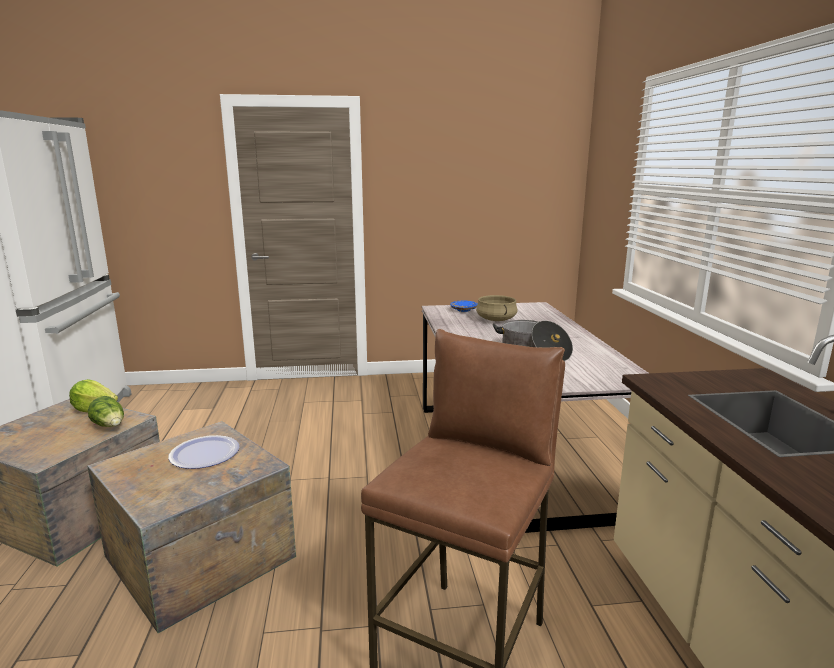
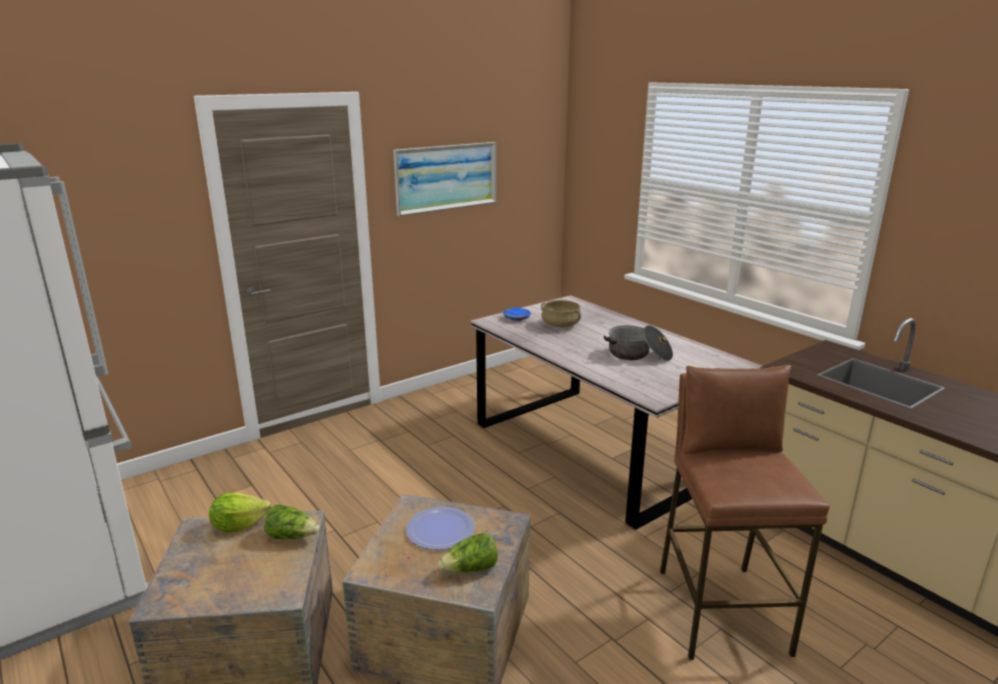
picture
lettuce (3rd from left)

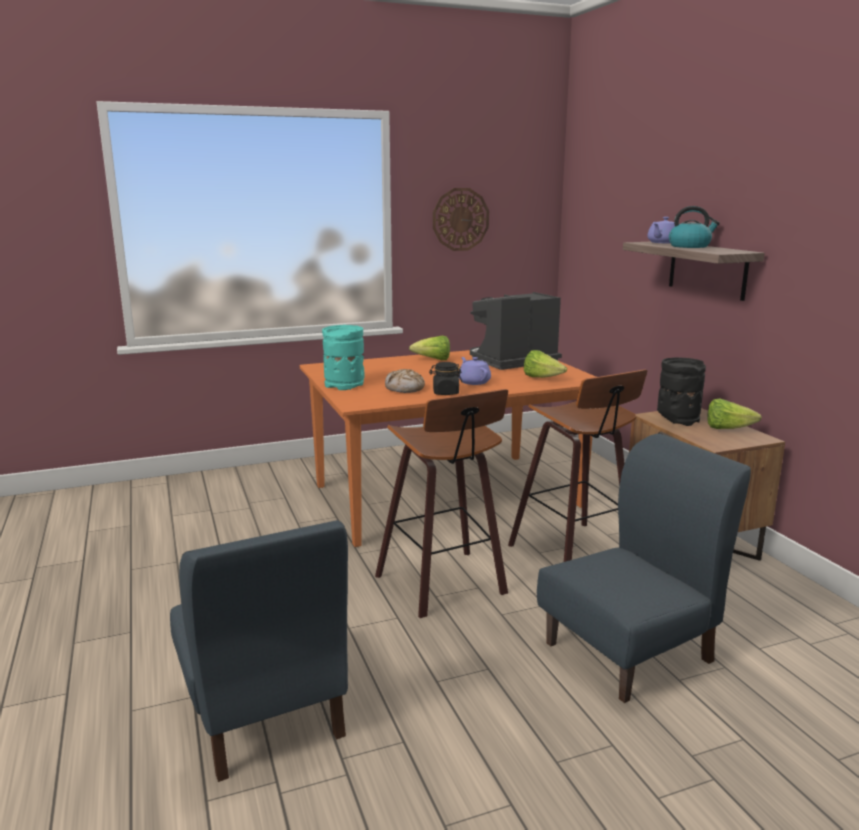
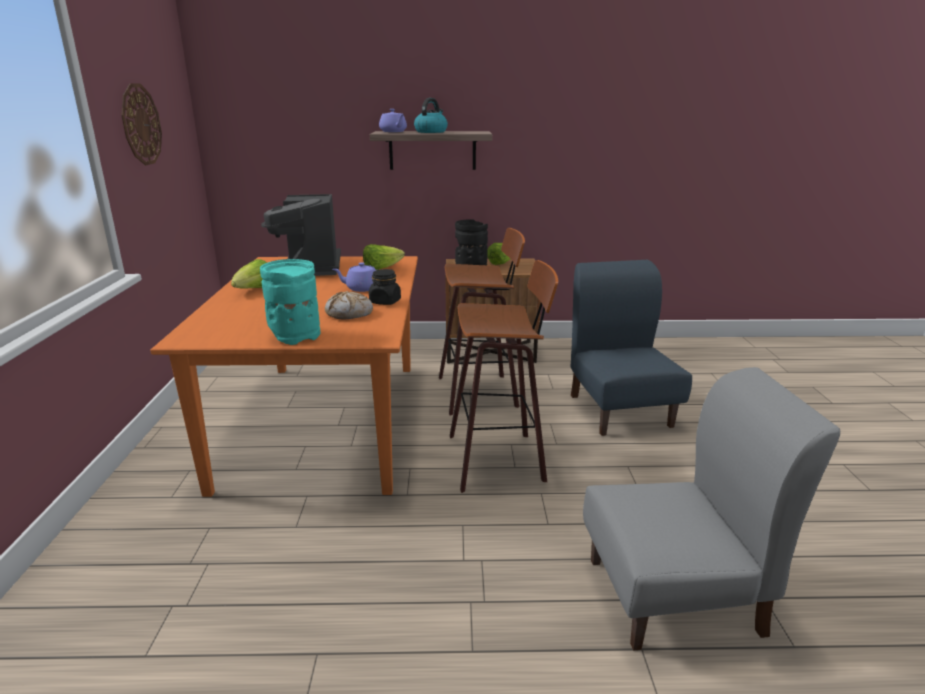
upright chair/grey

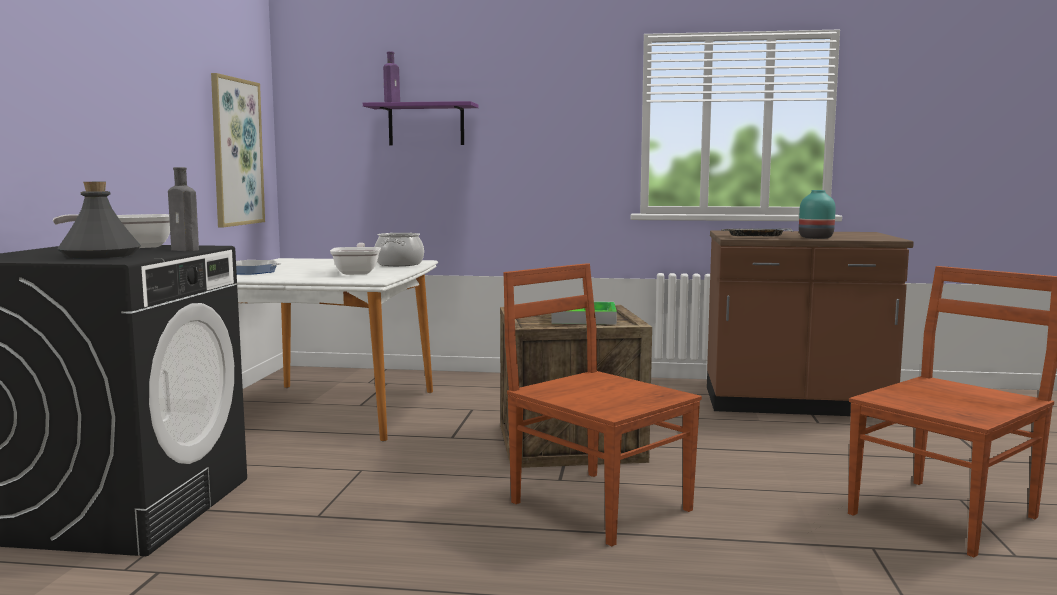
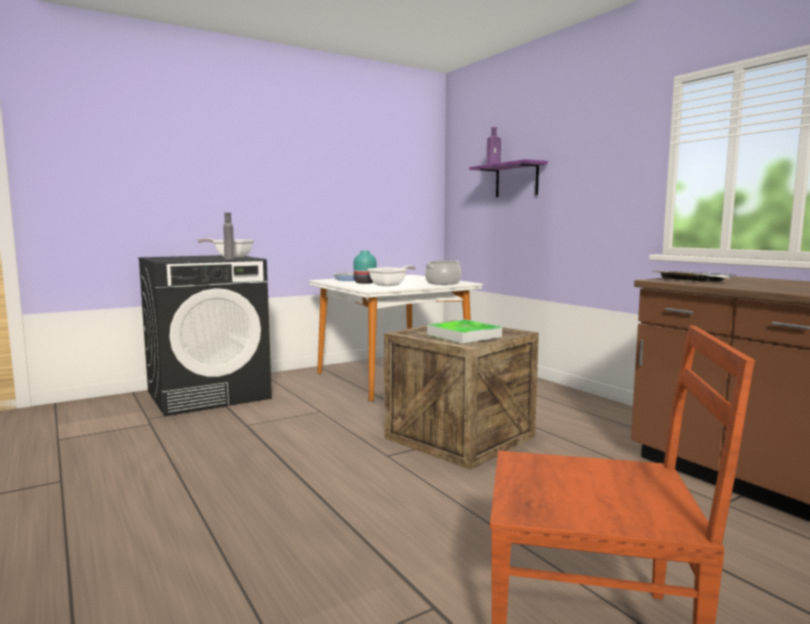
drink bottle/grey (1st from left in the first image)
picture
upright chair/brownish (1st from left in the first image)
decorative vase/blue-green

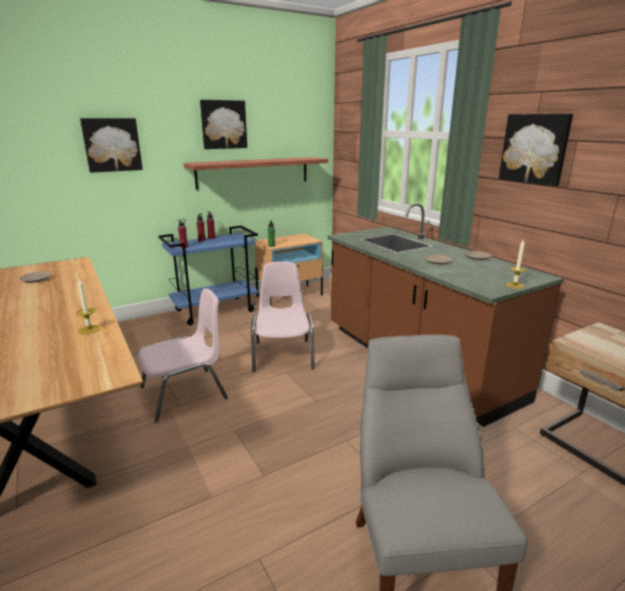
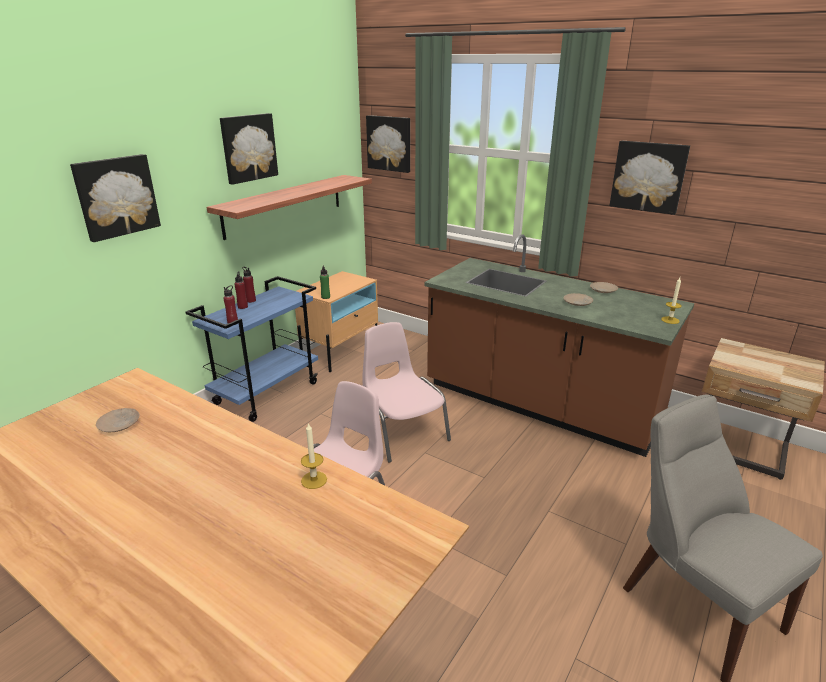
picture (3rd from left)

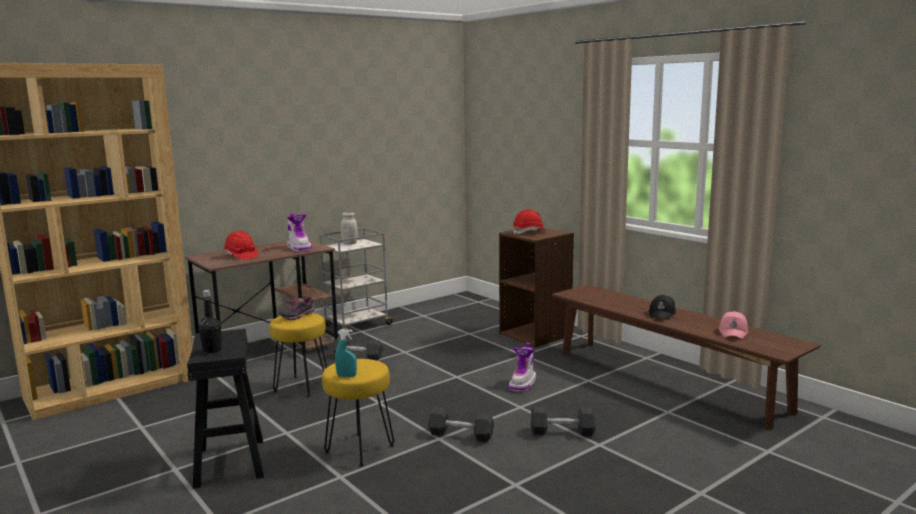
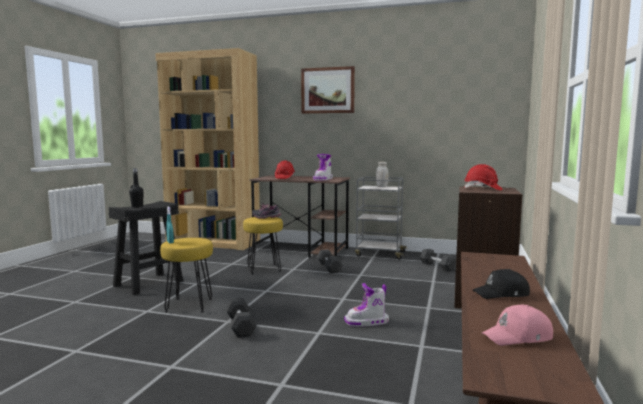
picture
hand weight/grey (3rd from left)

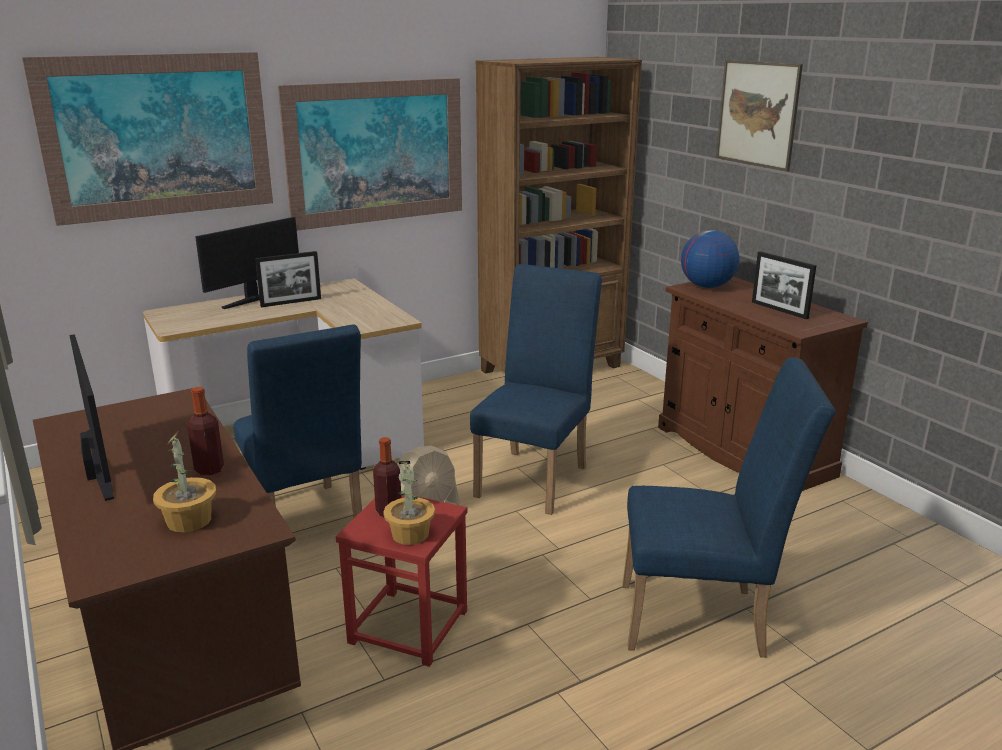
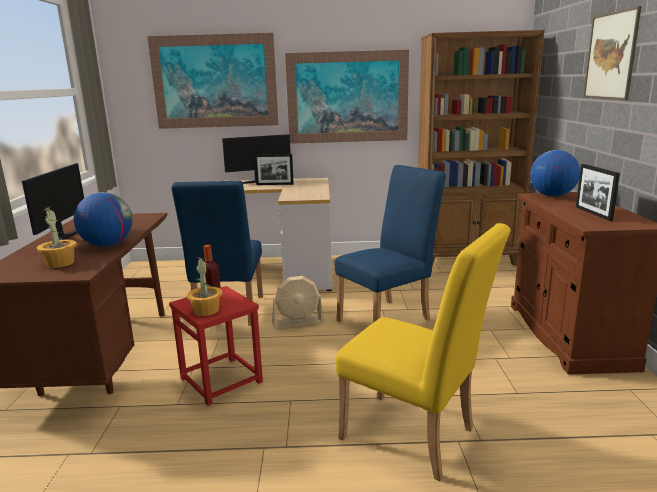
globe (1st from left)
upright chair/yellow

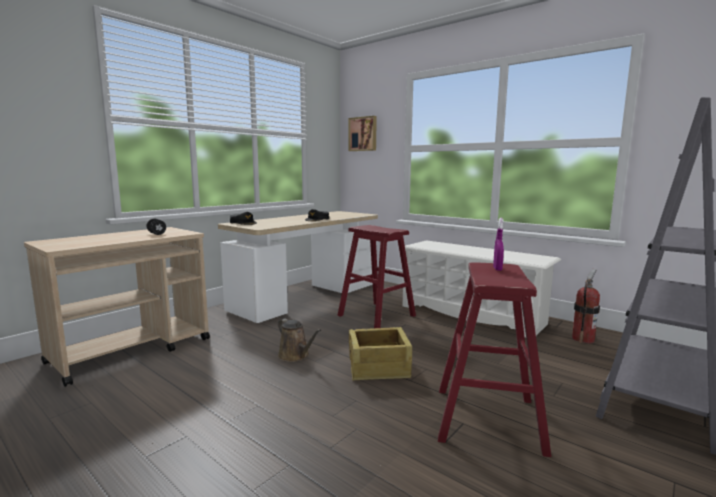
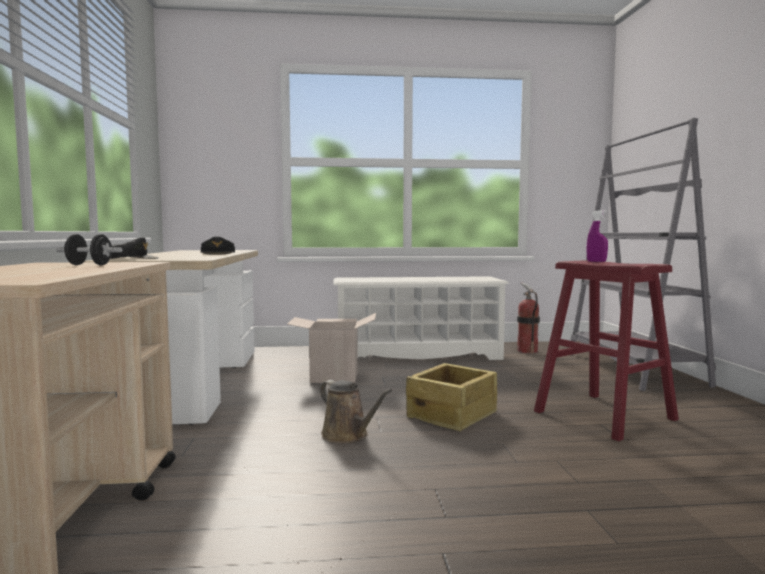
picture
cardboard box
watering pot/brownish

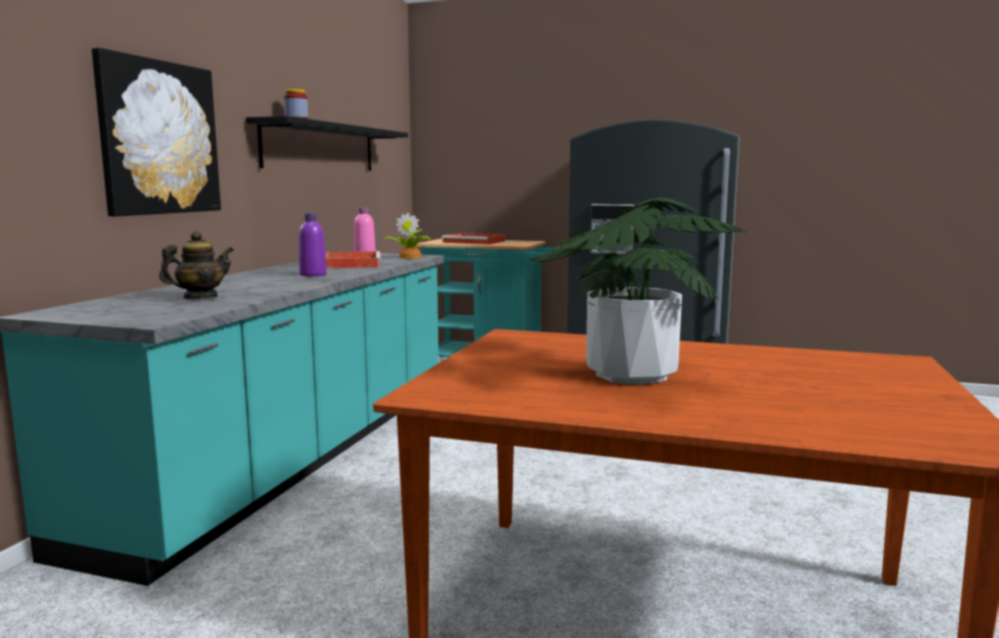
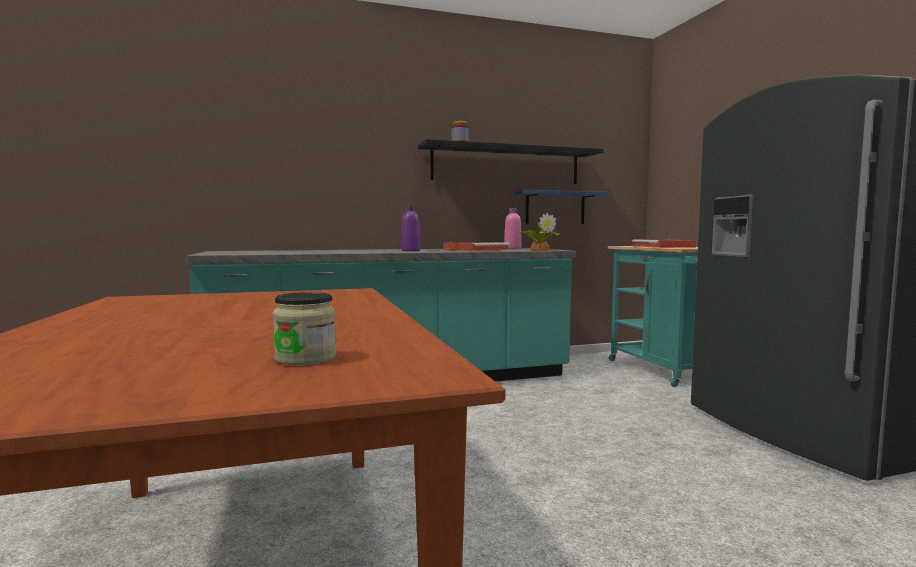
picture
teapot
potted plant (2nd from left in the first image)
storage jar (1st from left)
shelf/bluish

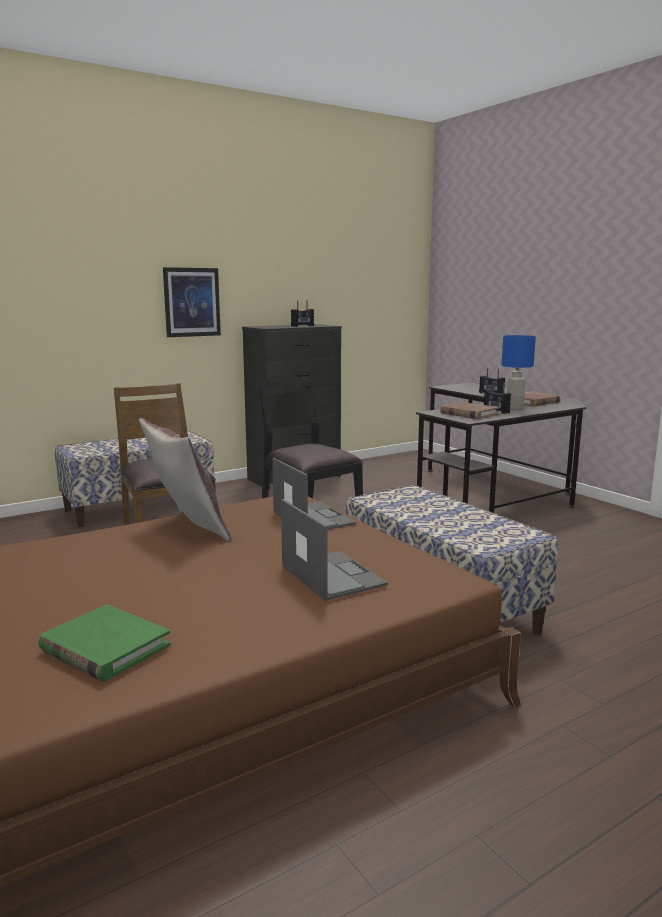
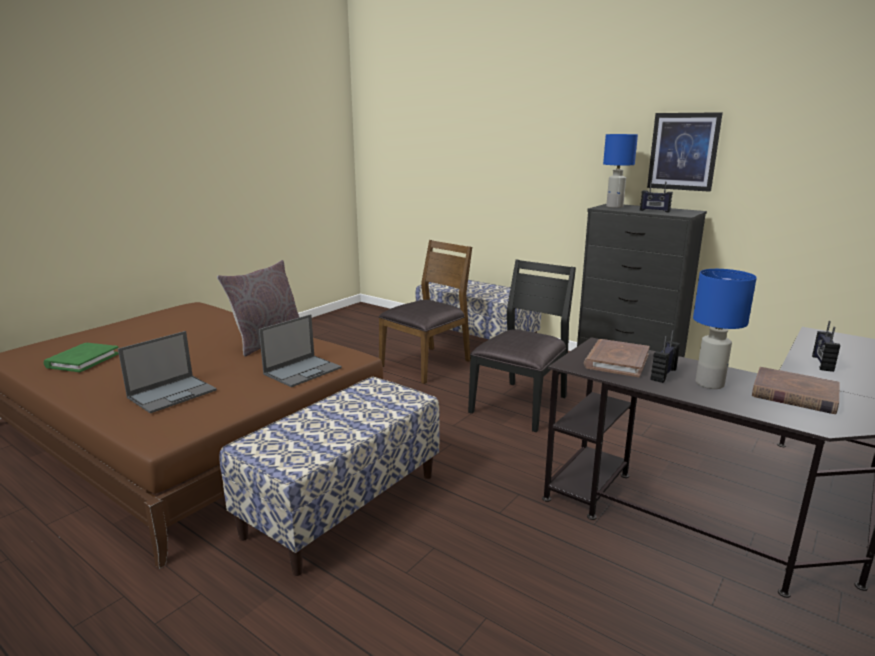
lamp for a table/bluish (1st from left)
picture

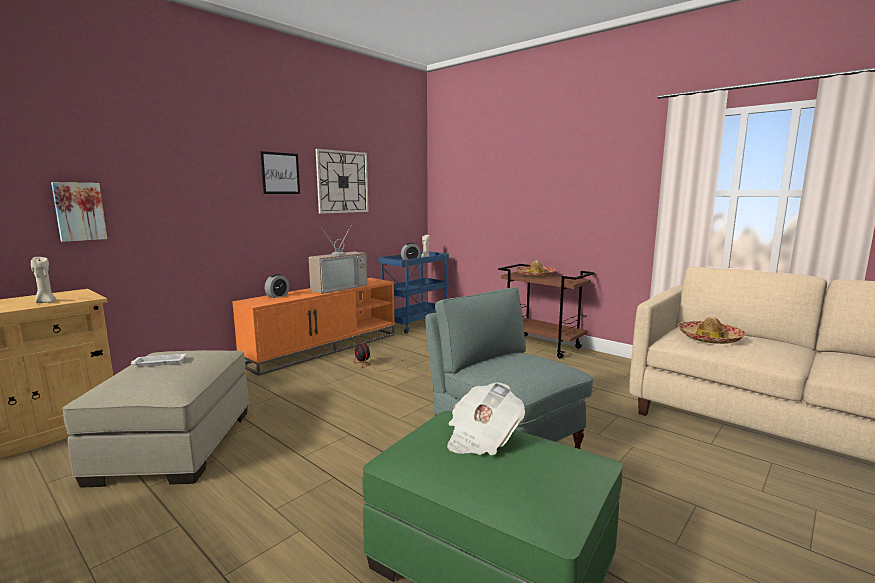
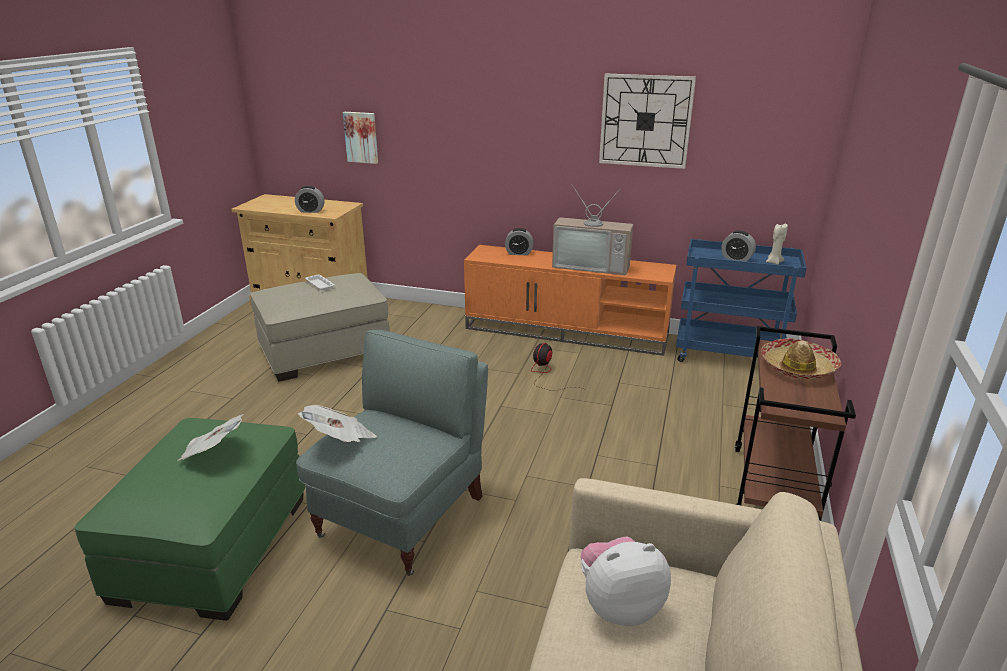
picture (2nd from left in the first image)
printed paper (2nd from left)
bedside clock (1st from left)
soft toy

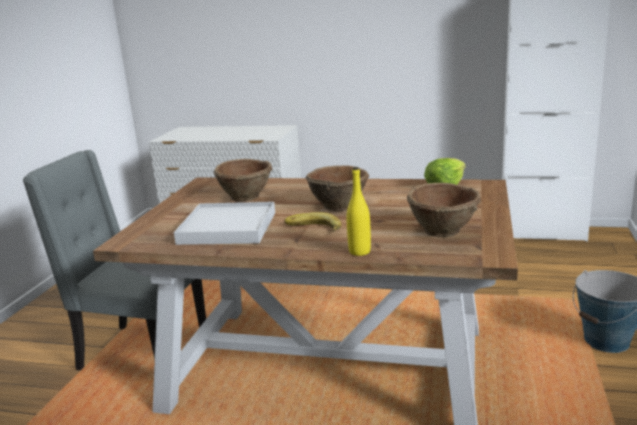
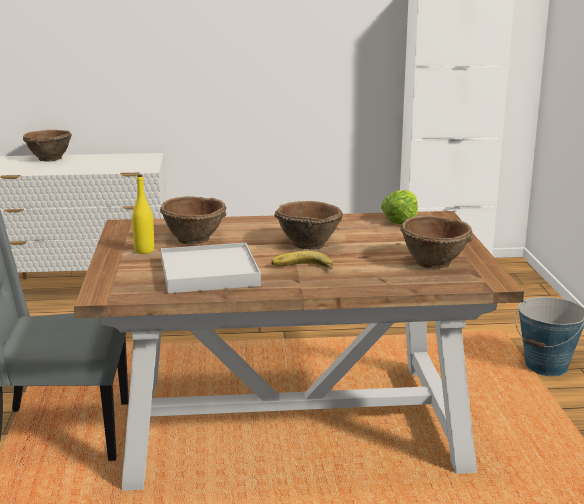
bowl/brownish (1st from left)
drink bottle/yellow

